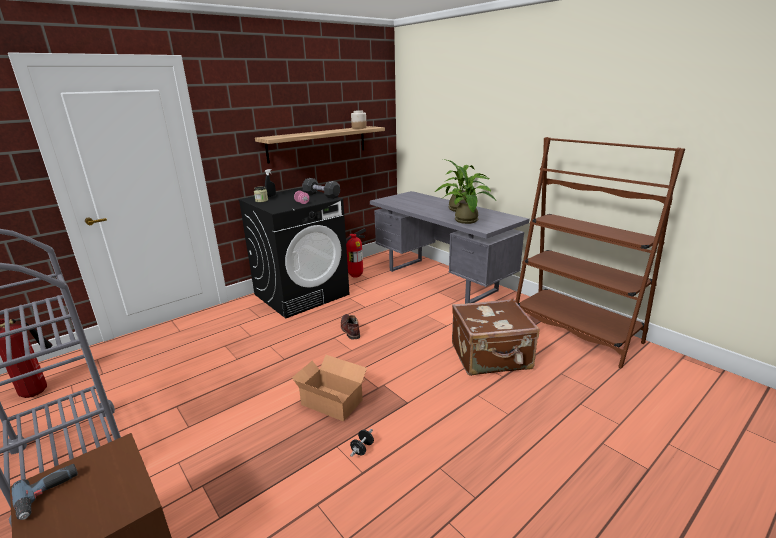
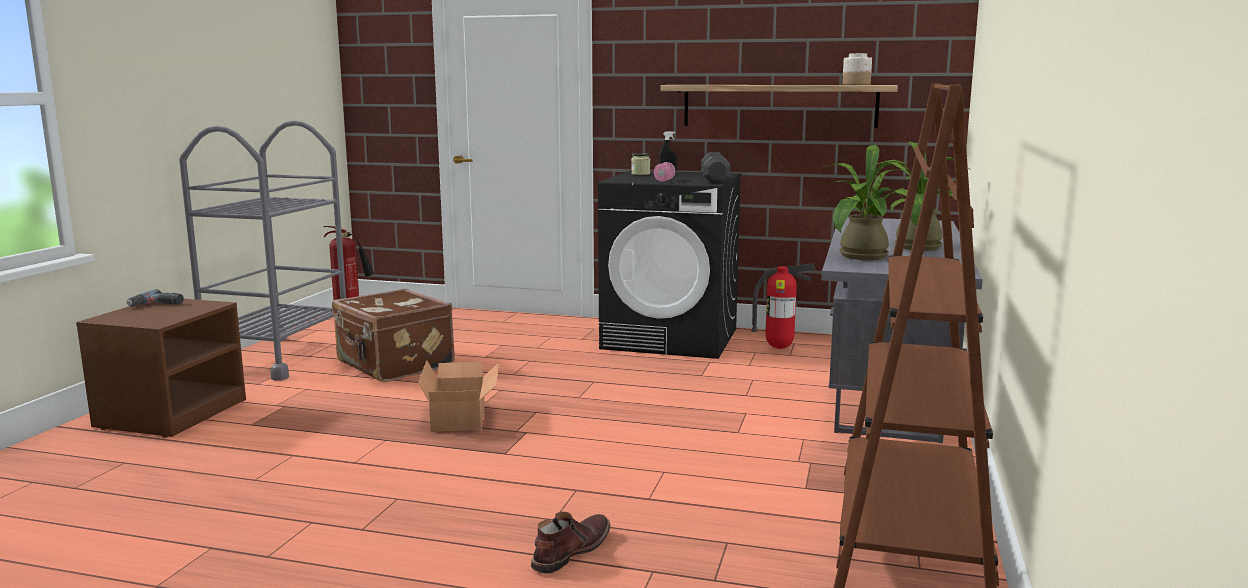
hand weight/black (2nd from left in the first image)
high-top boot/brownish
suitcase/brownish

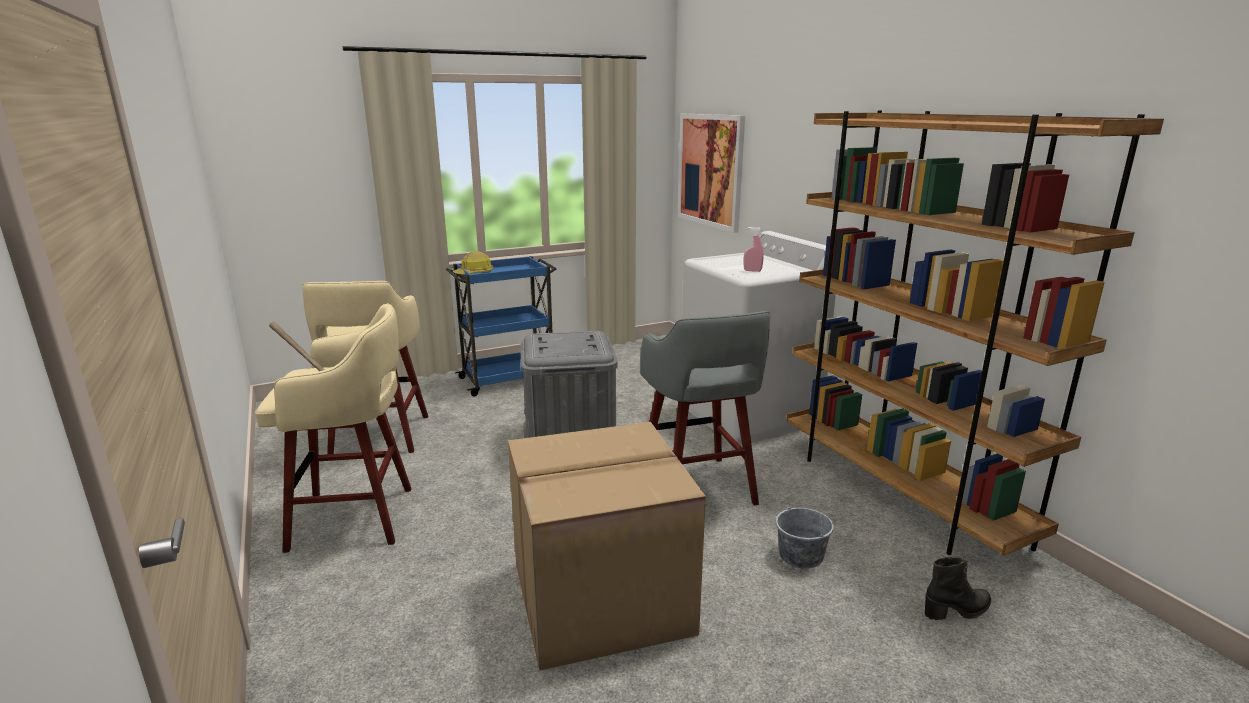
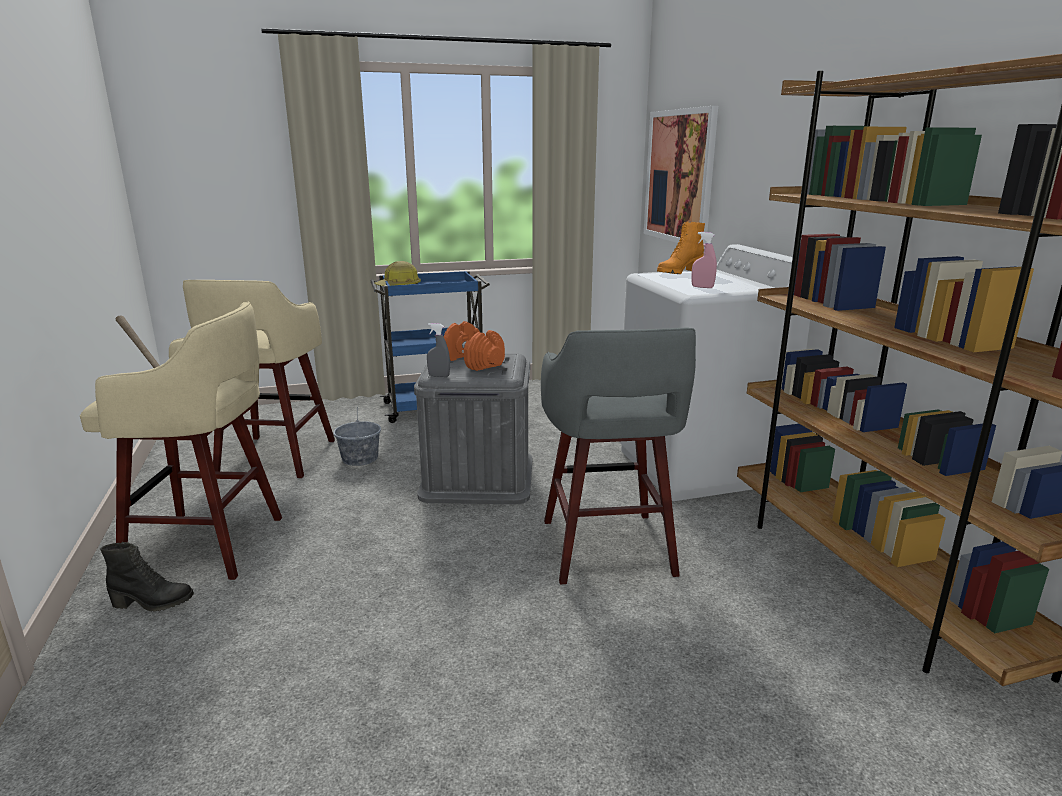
cardboard box
hand sprayer/grey
hand weight/orange
high-top boot/orange
water bucket/grey
high-top boot/black

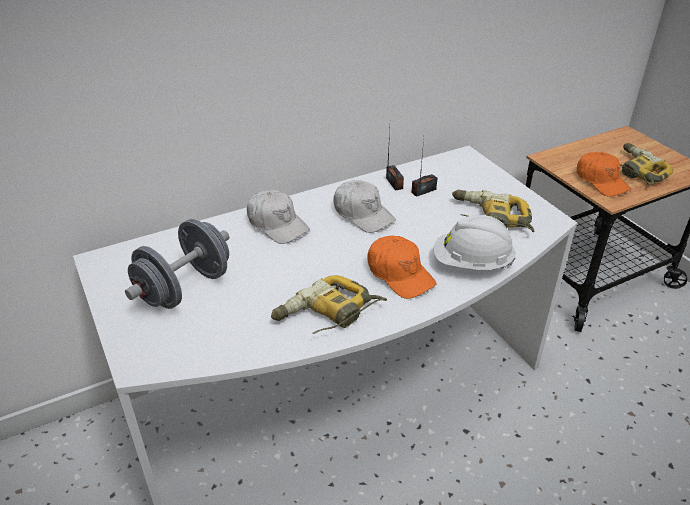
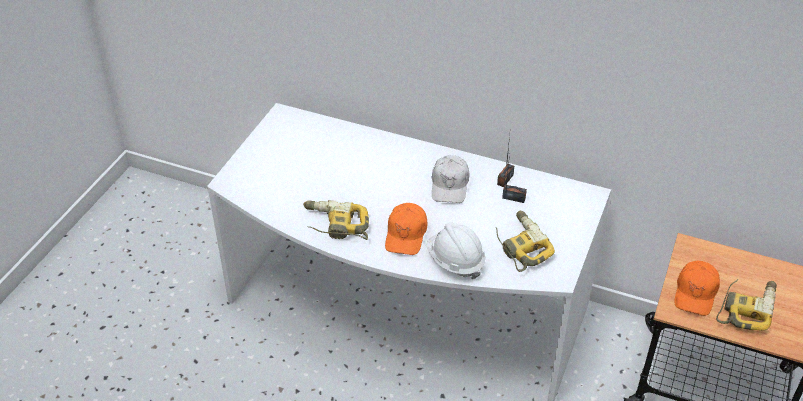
hand weight/grey
cap/white-coloured (1st from left in the first image)

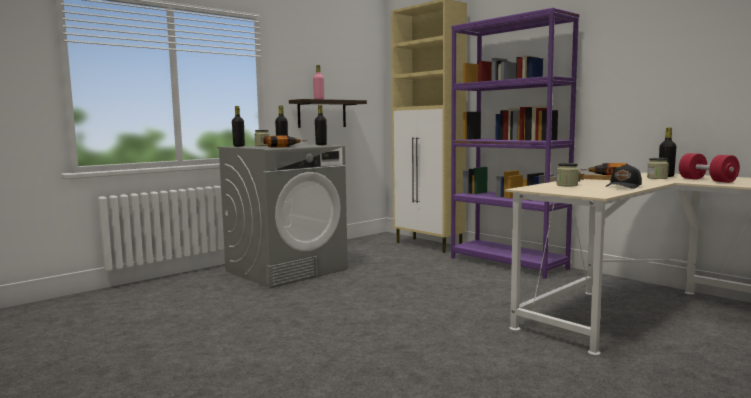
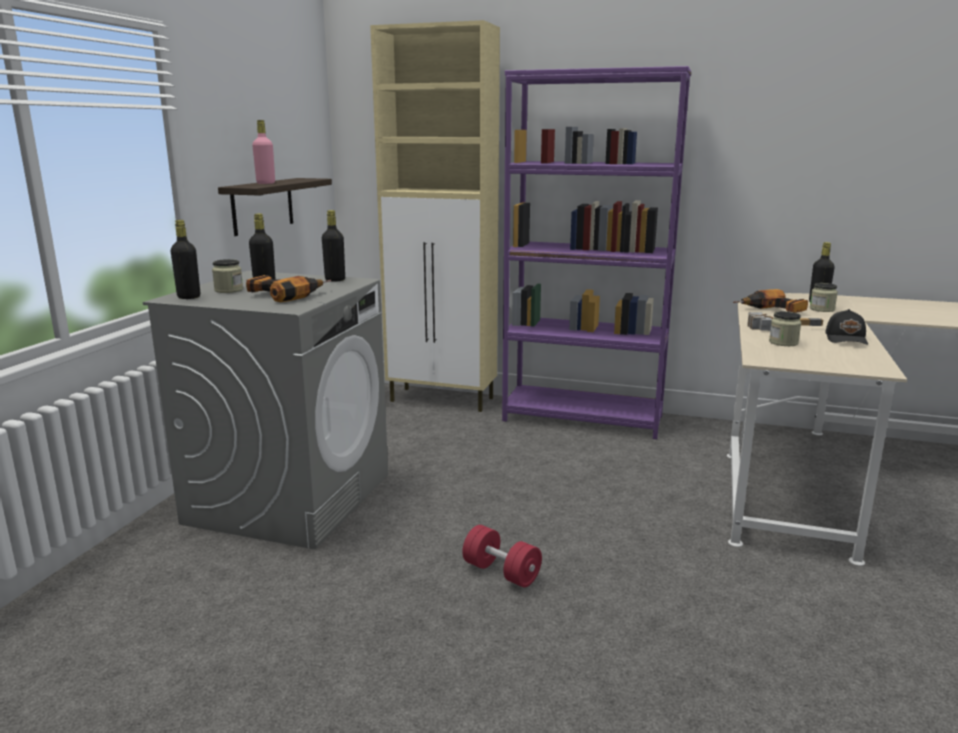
hand weight/red-coloured

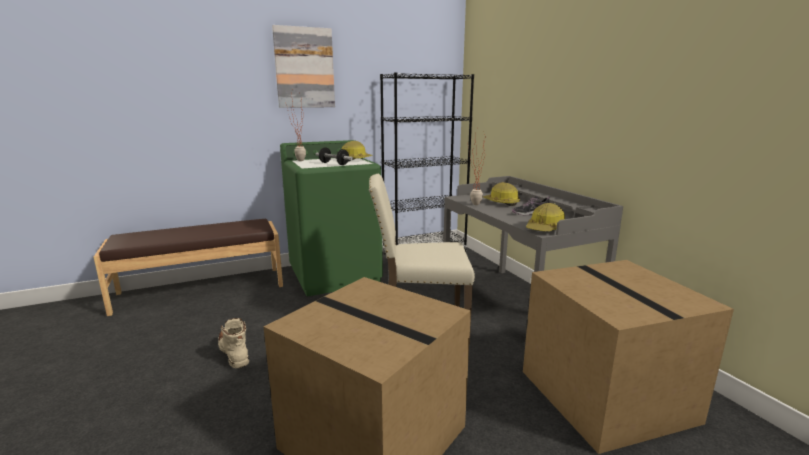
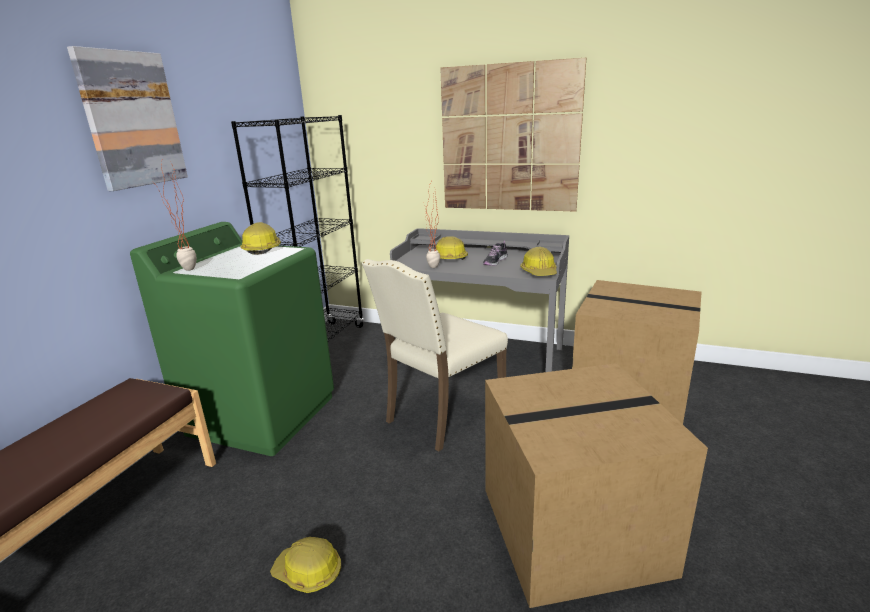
hand weight
picture (2nd from left)
work helmet (2nd from left)

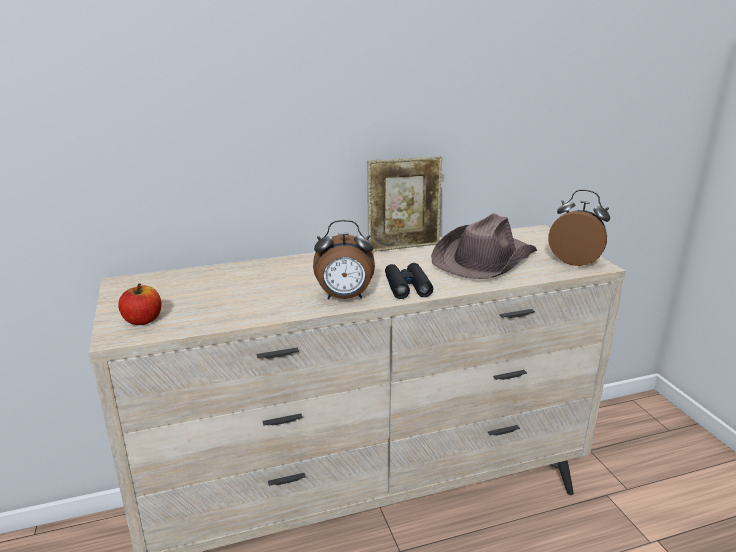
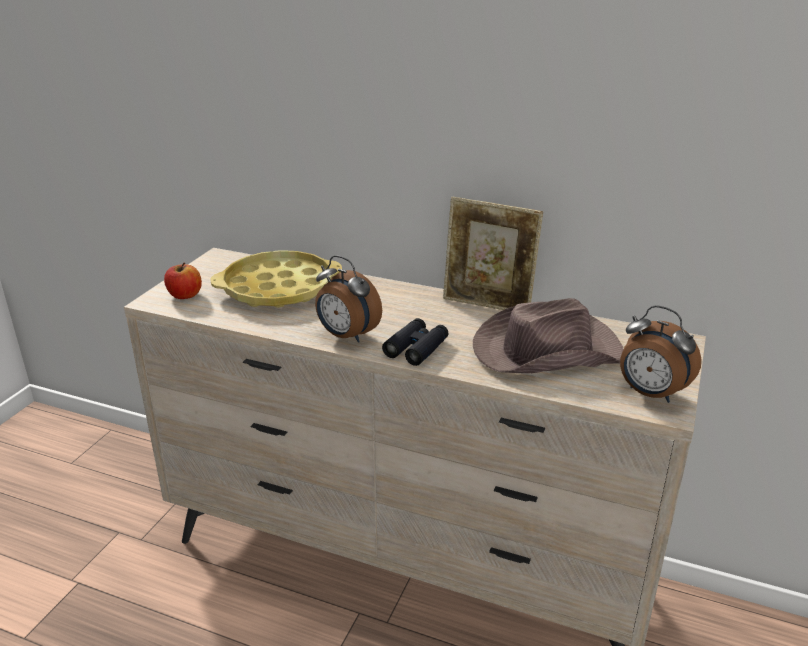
carrying tray/yellow
bedside clock (2nd from left)

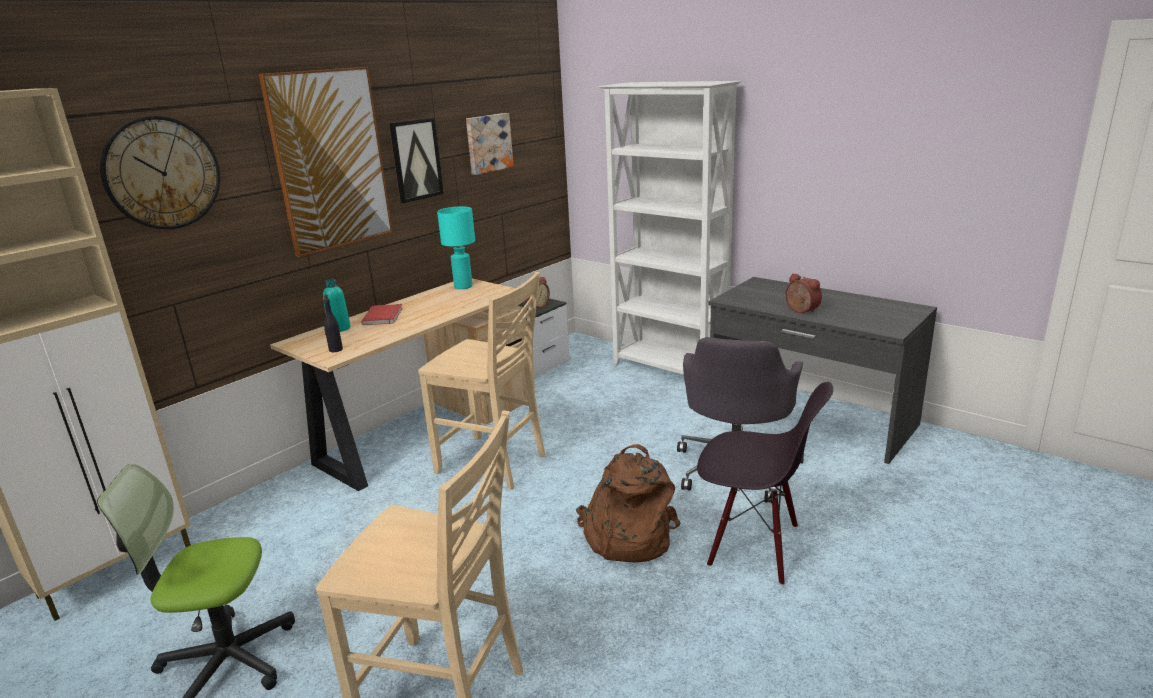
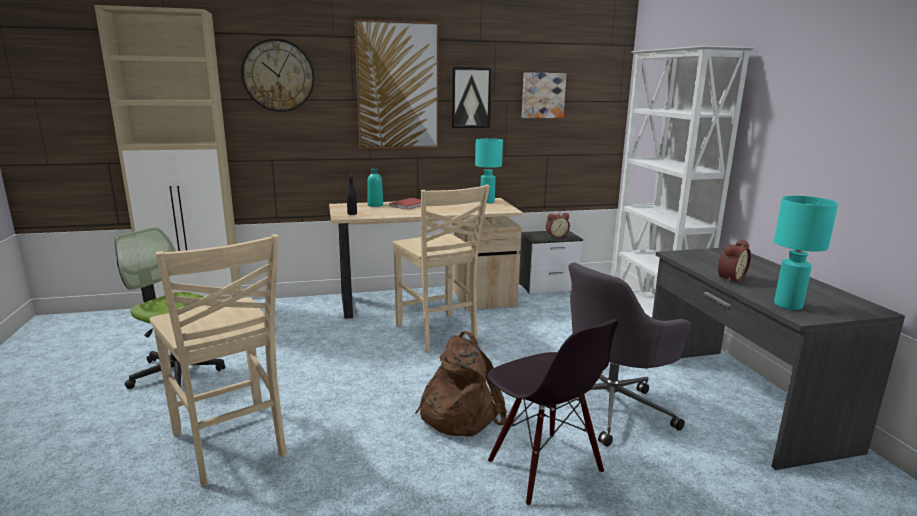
lamp for a table/blue-green (2nd from left)
bedside clock (2nd from left)

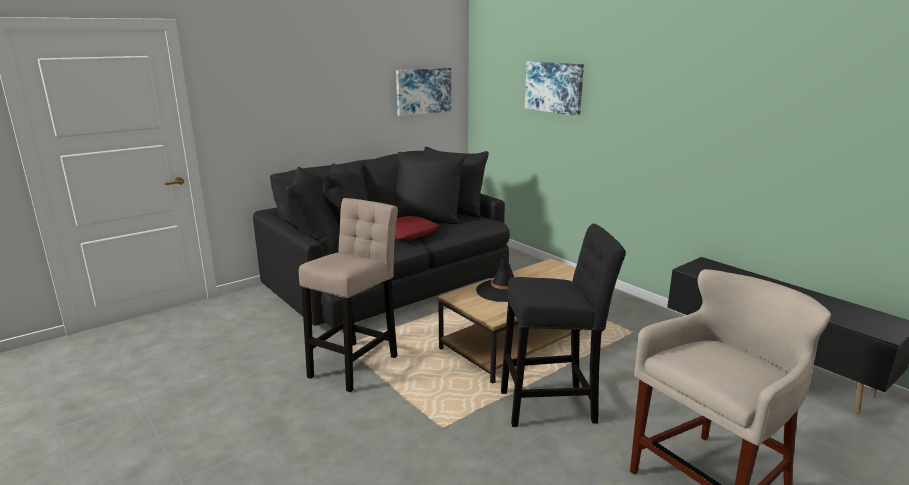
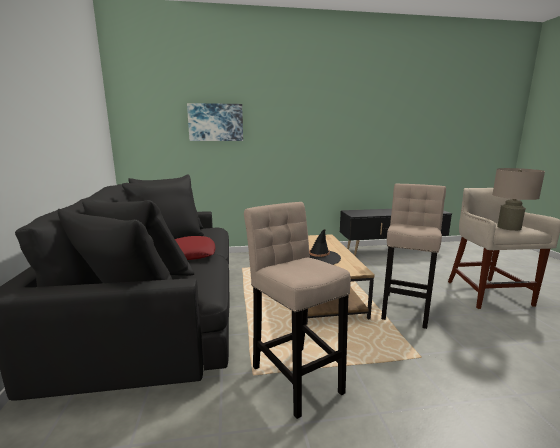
picture (1st from left in the first image)
lamp for a table/sand-coloured
sitting stool/sand-coloured (2nd from left)

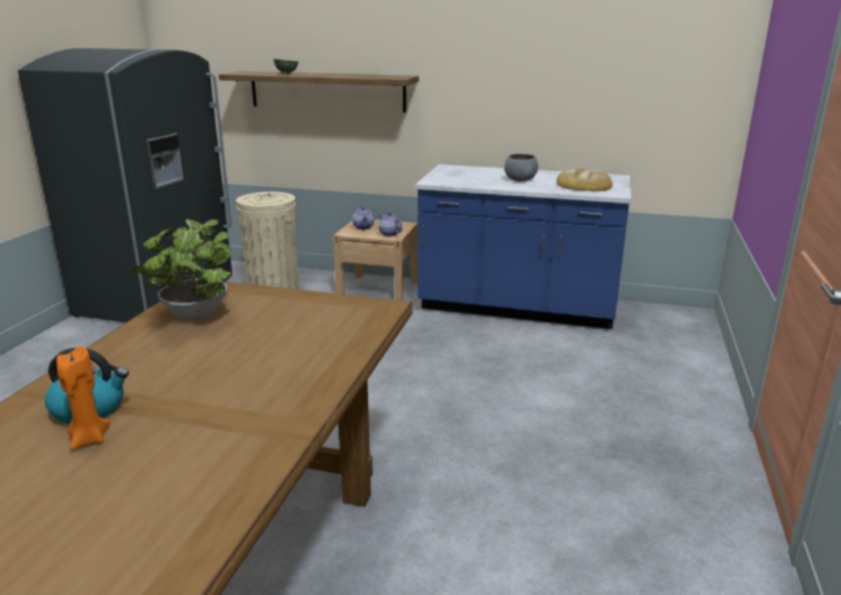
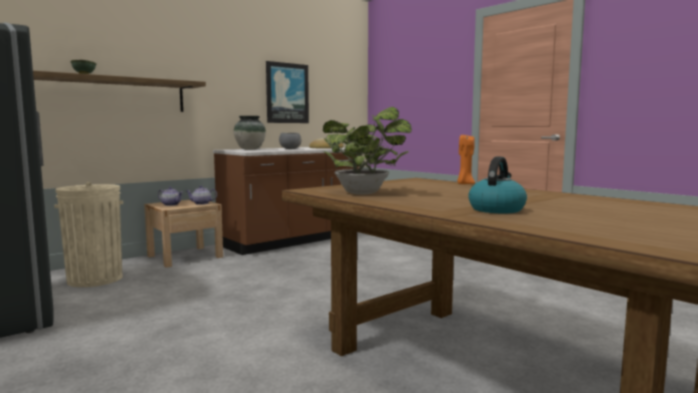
decorative vase
picture
candle/orange
kitchen counter/brownish

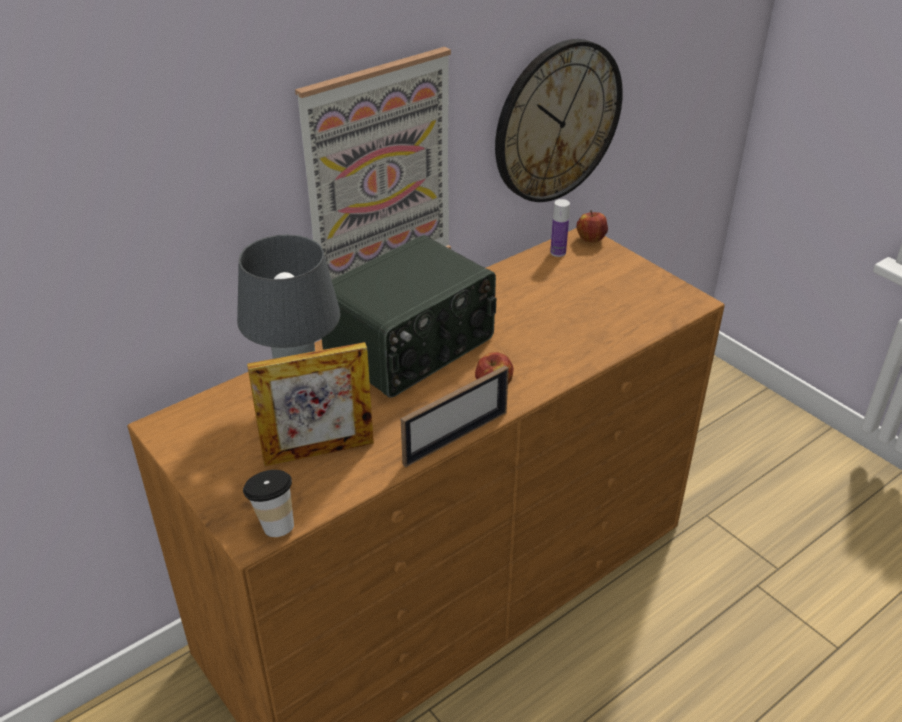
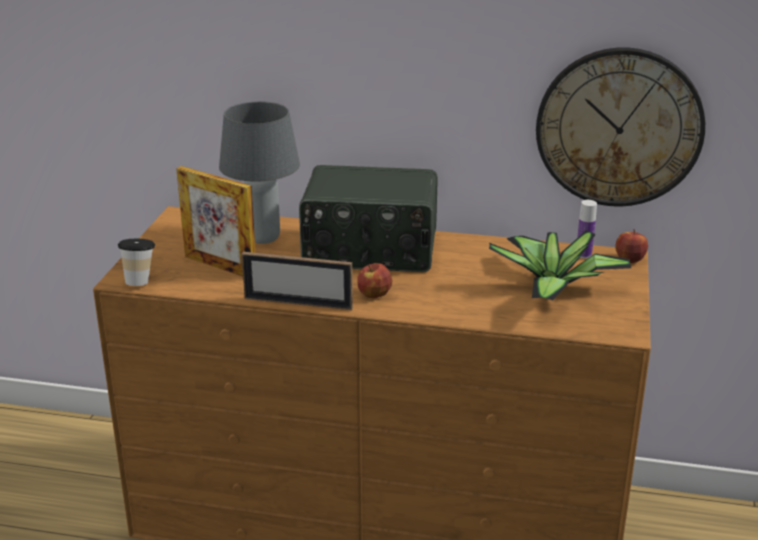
picture
potted plant

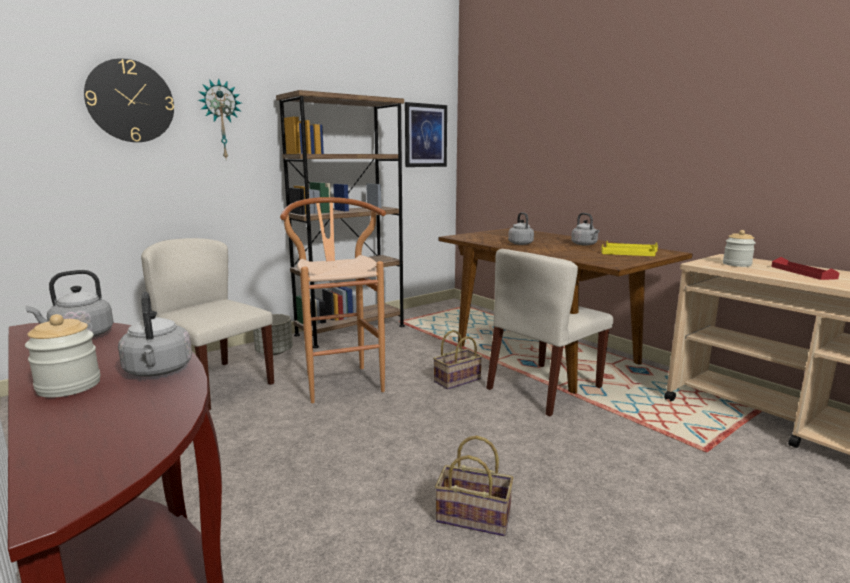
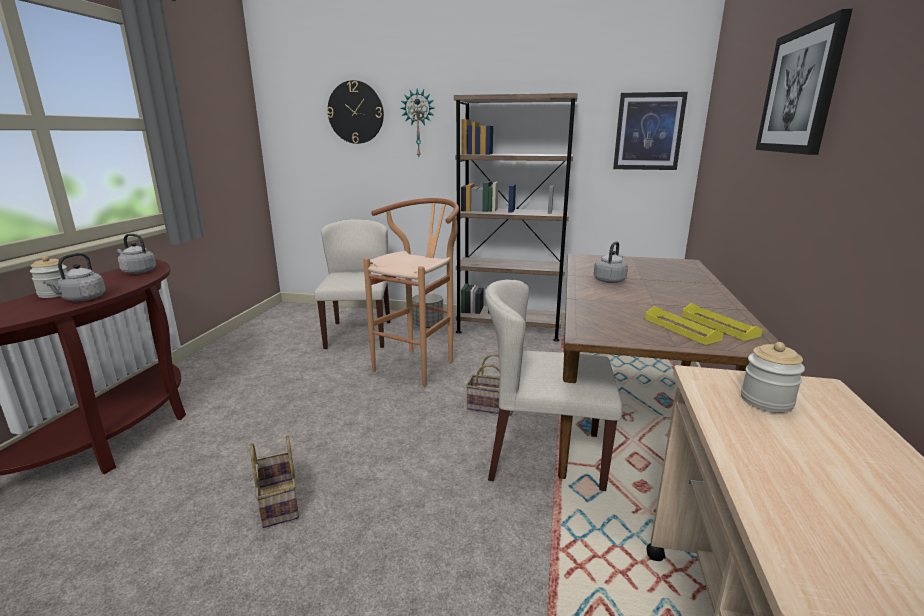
tea kettle/grey (4th from left in the first image)
carrying tray/red-coloured
picture (2nd from left)

